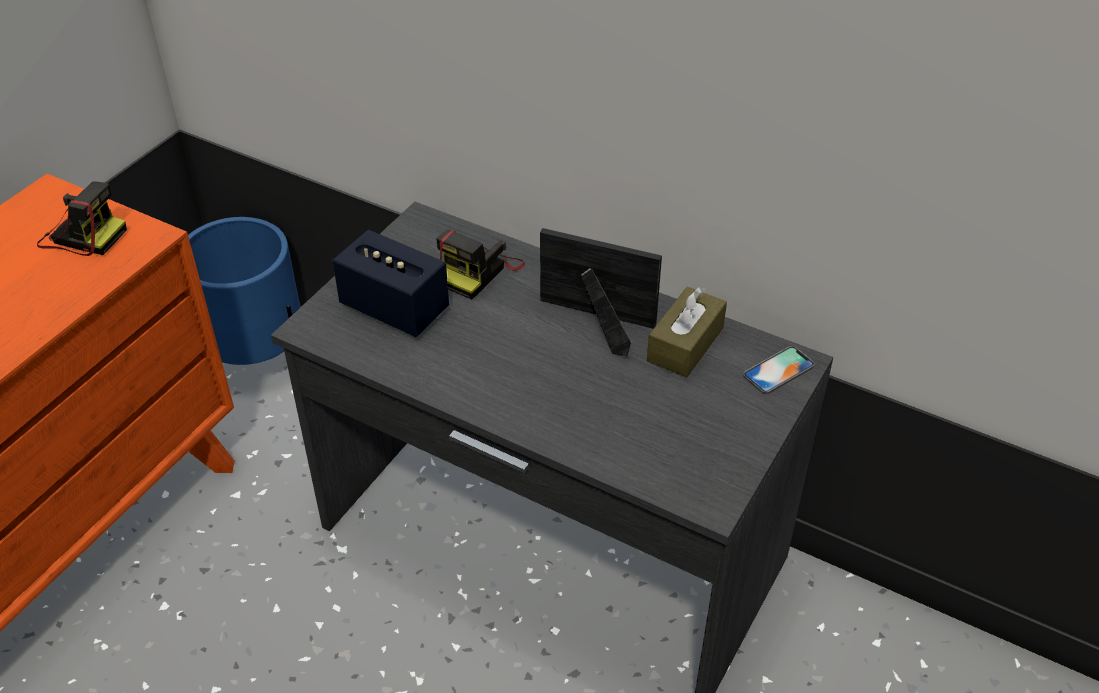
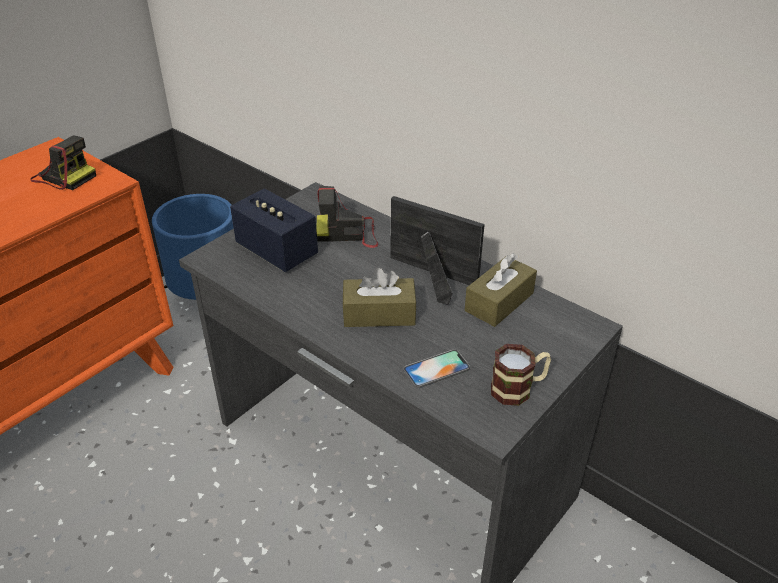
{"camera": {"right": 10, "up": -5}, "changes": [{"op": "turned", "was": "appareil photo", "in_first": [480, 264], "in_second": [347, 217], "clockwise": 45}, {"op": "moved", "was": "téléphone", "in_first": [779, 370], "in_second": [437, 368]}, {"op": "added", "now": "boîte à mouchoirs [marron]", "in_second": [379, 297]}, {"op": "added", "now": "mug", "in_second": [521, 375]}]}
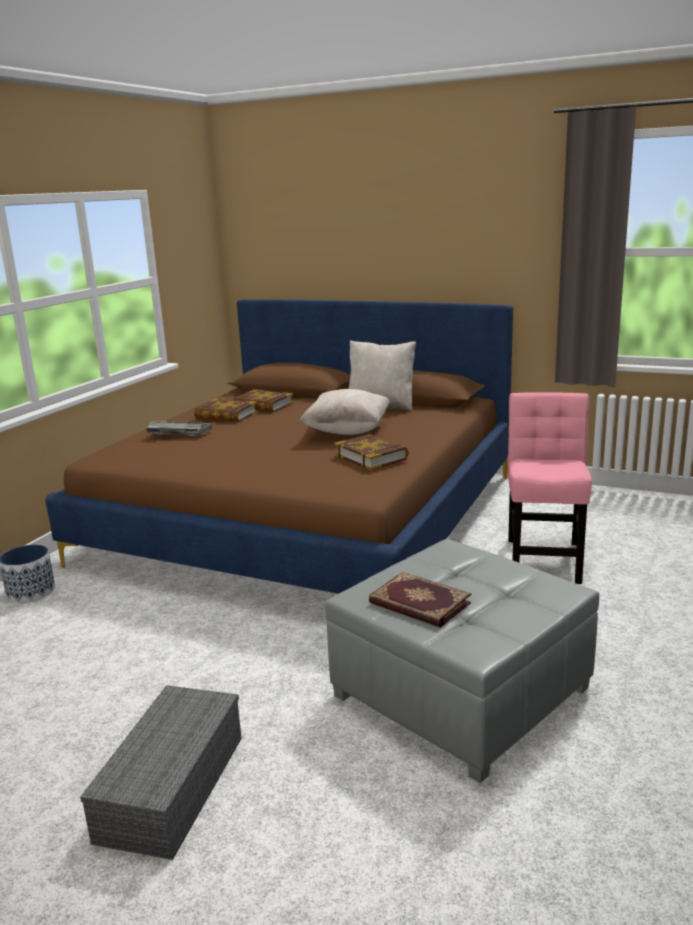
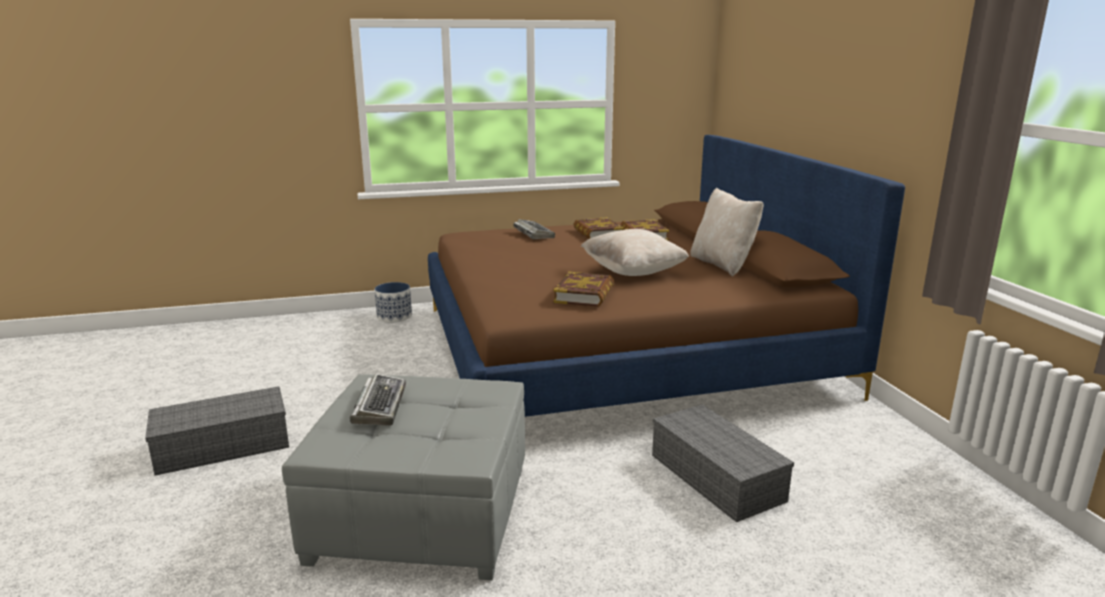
{"camera": {"right": 50, "up": 0}, "changes": [{"op": "replaced", "was": "livre", "now": "clavier", "in_first": [420, 600], "in_second": [378, 400]}, {"op": "replaced", "was": "chaise [rose]", "now": "boîte de rangement [gris]", "in_first": [550, 488], "in_second": [723, 463]}]}
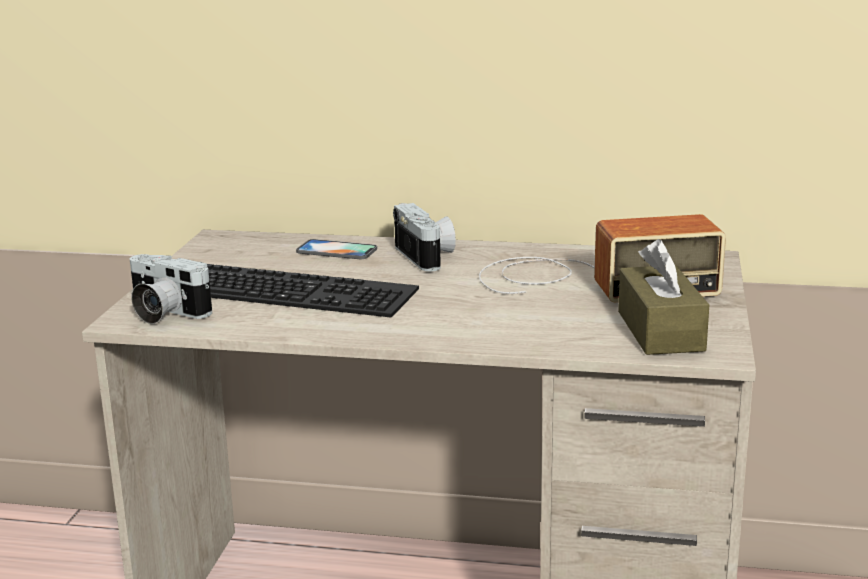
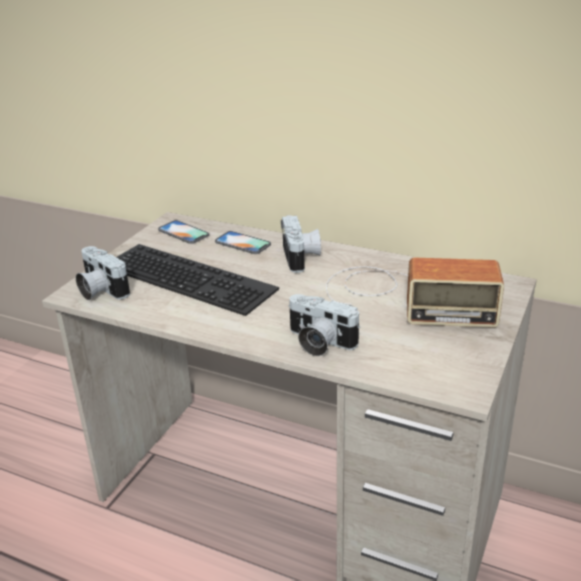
{"camera": {"right": 15, "up": 10}, "changes": [{"op": "removed", "was": "boîte à mouchoirs [marron]", "in_first": [663, 297]}, {"op": "added", "now": "téléphone", "in_second": [183, 232]}, {"op": "added", "now": "appareil photo", "in_second": [324, 325]}]}
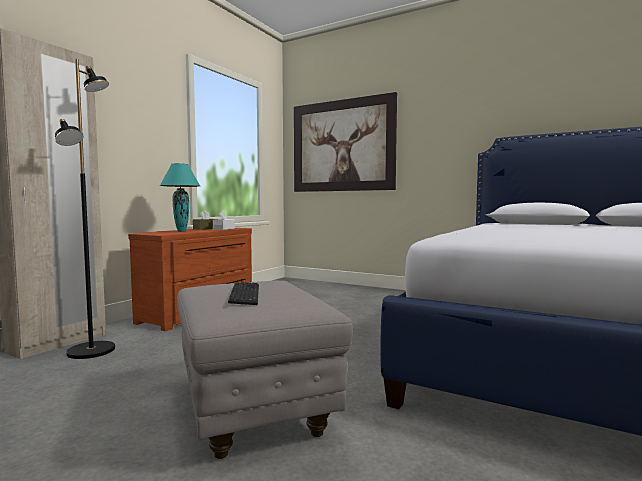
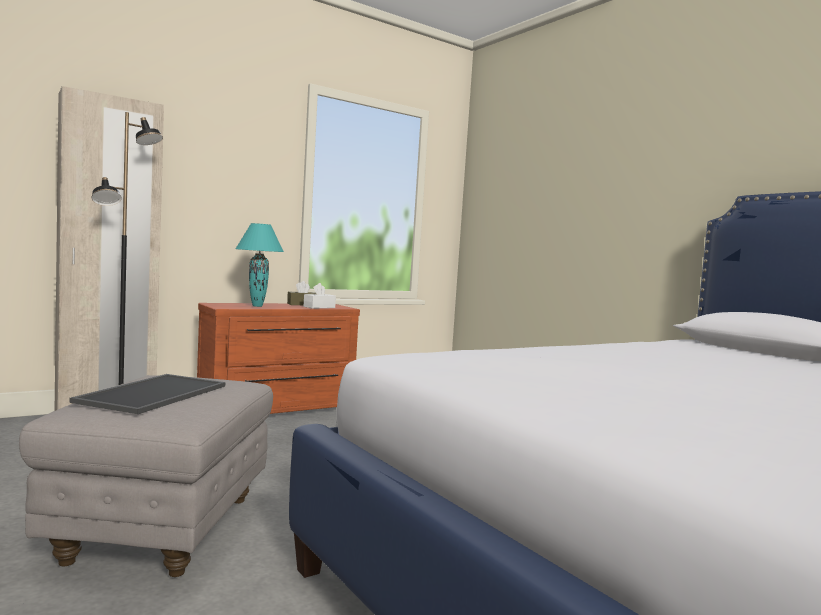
{"camera": {"right": 25, "up": 0}, "changes": [{"op": "replaced", "was": "clavier", "now": "plateau", "in_first": [243, 293], "in_second": [147, 394]}, {"op": "removed", "was": "tableau", "in_first": [345, 142]}]}
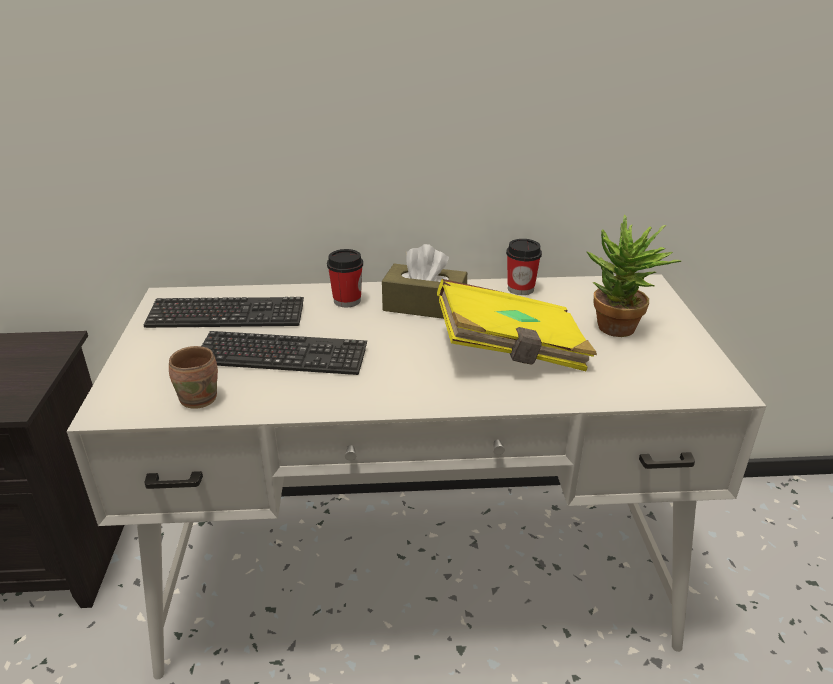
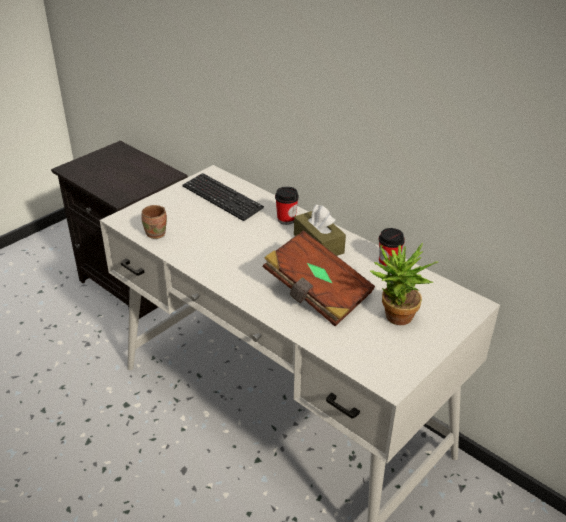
{"camera": {"right": 45, "up": 5}, "changes": [{"op": "removed", "was": "clavier", "in_first": [284, 353]}, {"op": "recoloured", "was": "livre [jaune]", "now": "livre [marron]", "in_first": [517, 325], "in_second": [319, 278]}]}
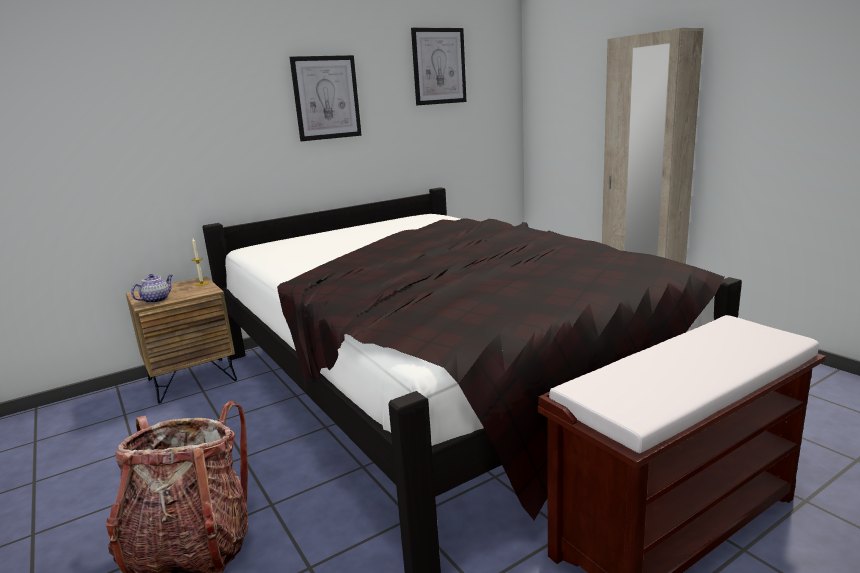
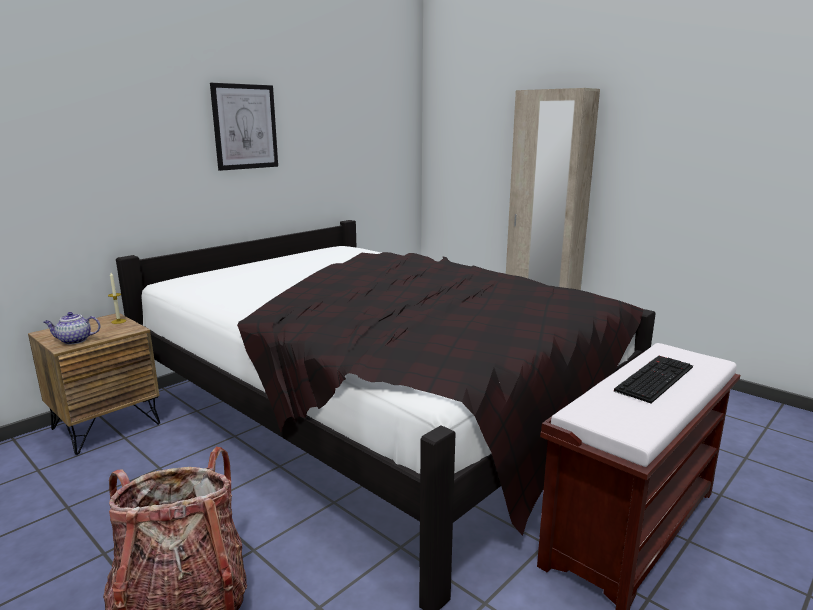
{"camera": {"right": -15, "up": 0}, "changes": [{"op": "turned", "was": "théière", "in_first": [152, 288], "in_second": [72, 328], "clockwise": -120}, {"op": "removed", "was": "tableau", "in_first": [438, 66]}, {"op": "added", "now": "clavier", "in_second": [653, 379]}]}
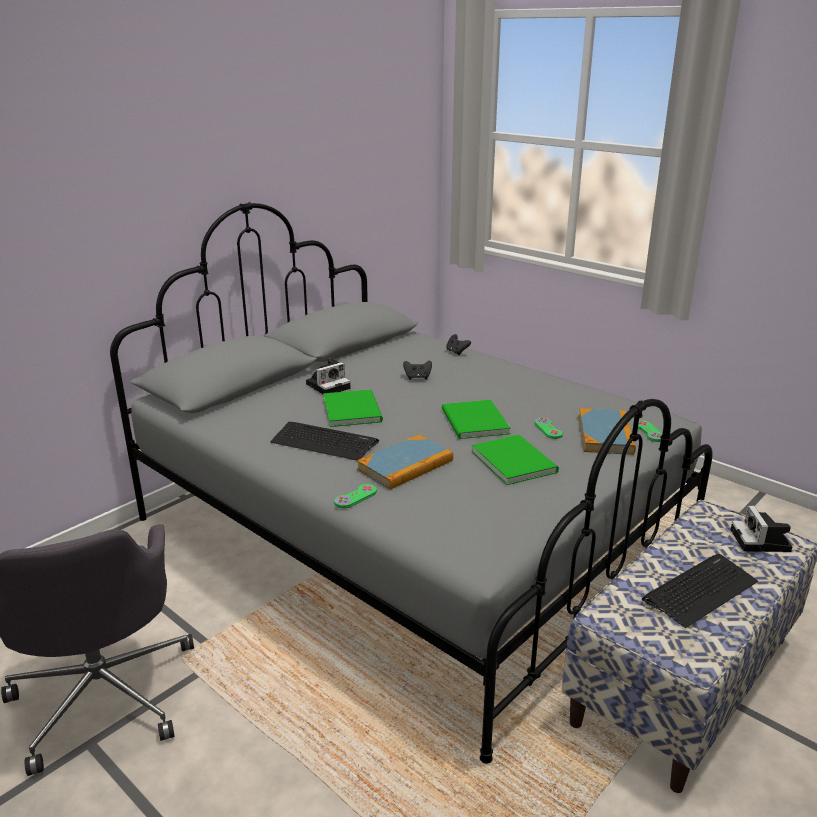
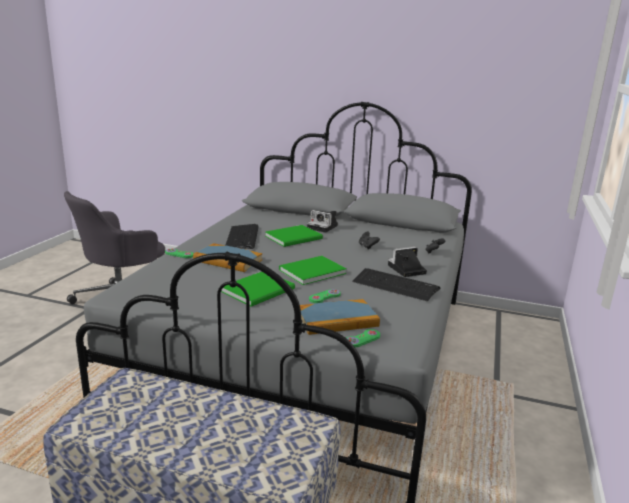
{"camera": {"right": 65, "up": -5}, "changes": [{"op": "moved", "was": "clavier", "in_first": [700, 591], "in_second": [397, 284]}, {"op": "moved", "was": "appareil photo", "in_first": [761, 529], "in_second": [407, 262]}]}
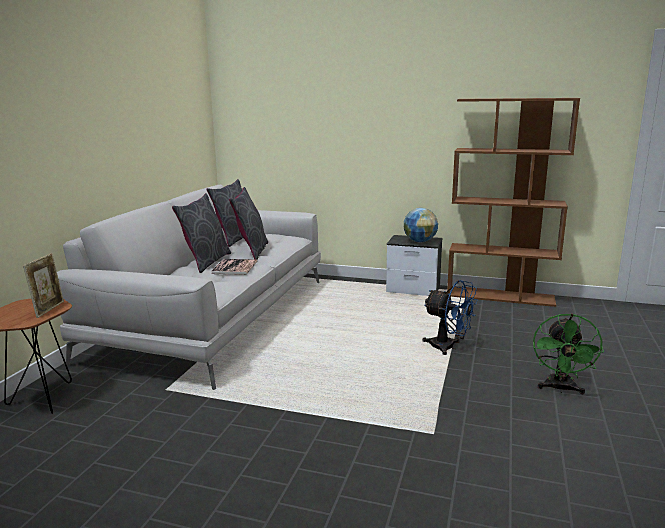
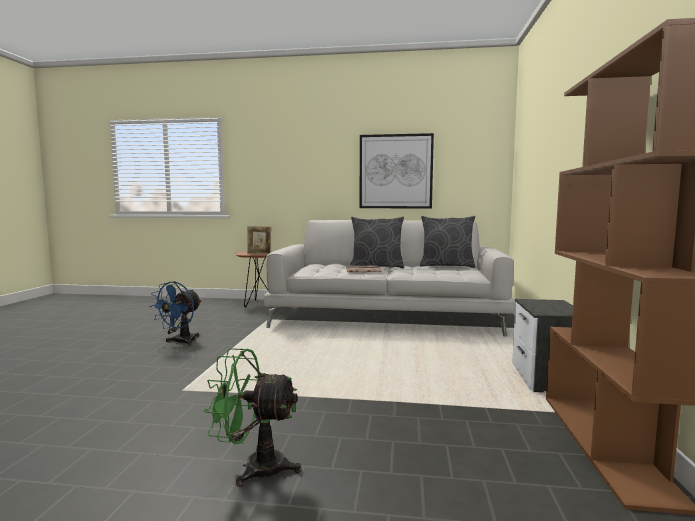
{"camera": {"right": 80, "up": -10}, "changes": [{"op": "removed", "was": "coussin [gris]", "in_first": [248, 223]}, {"op": "removed", "was": "globe", "in_first": [421, 225]}, {"op": "moved", "was": "ventilateur [bleu]", "in_first": [450, 317], "in_second": [175, 313]}, {"op": "added", "now": "tableau", "in_second": [397, 170]}]}
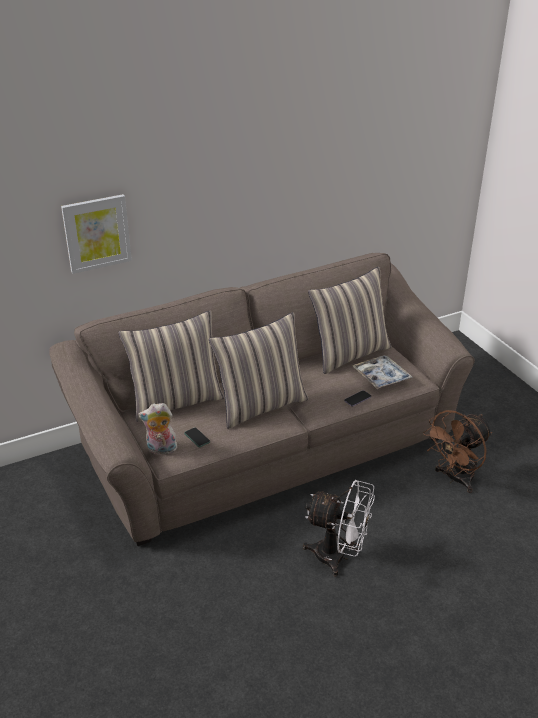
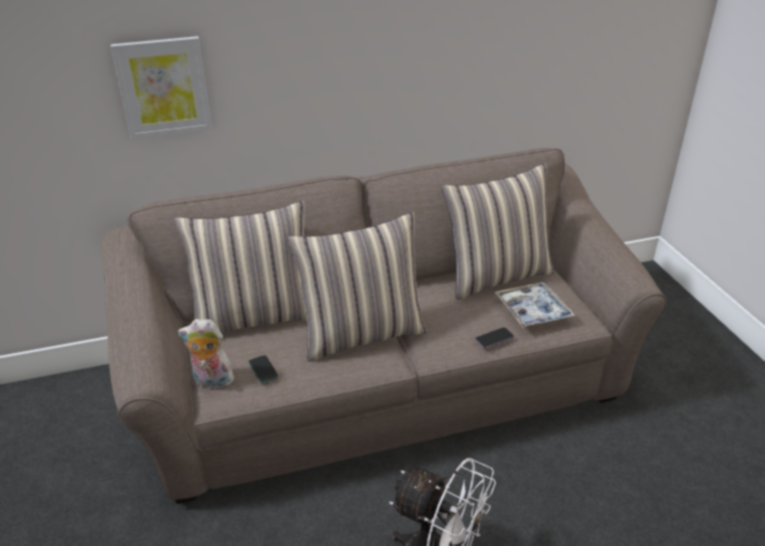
{"camera": {"right": 10, "up": 0}, "changes": [{"op": "removed", "was": "ventilateur [marron]", "in_first": [457, 451]}]}
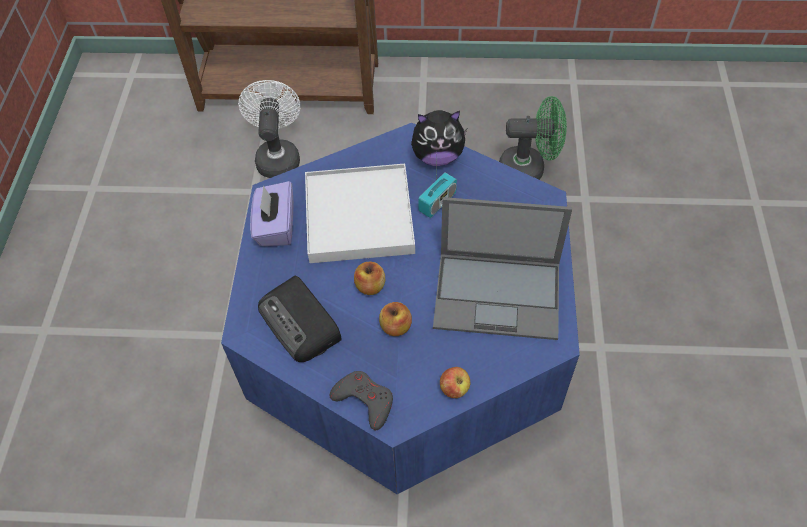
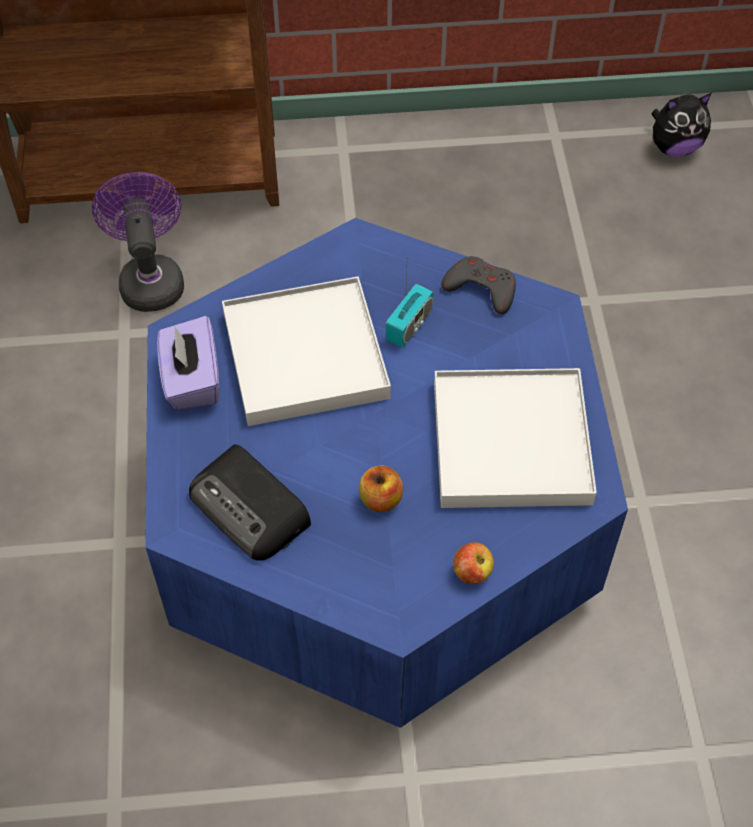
{"camera": {"right": -10, "up": 0}, "changes": [{"op": "recoloured", "was": "ventilateur [blanc]", "now": "ventilateur [violet]", "in_first": [269, 129], "in_second": [138, 242]}, {"op": "moved", "was": "manette [gris]", "in_first": [361, 400], "in_second": [478, 285]}, {"op": "removed", "was": "pomme", "in_first": [369, 278]}, {"op": "moved", "was": "peluche", "in_first": [439, 138], "in_second": [681, 125]}, {"op": "replaced", "was": "ordinateur portable", "now": "plateau [blanc]", "in_first": [502, 268], "in_second": [515, 438]}, {"op": "removed", "was": "ventilateur [vert]", "in_first": [533, 138]}]}
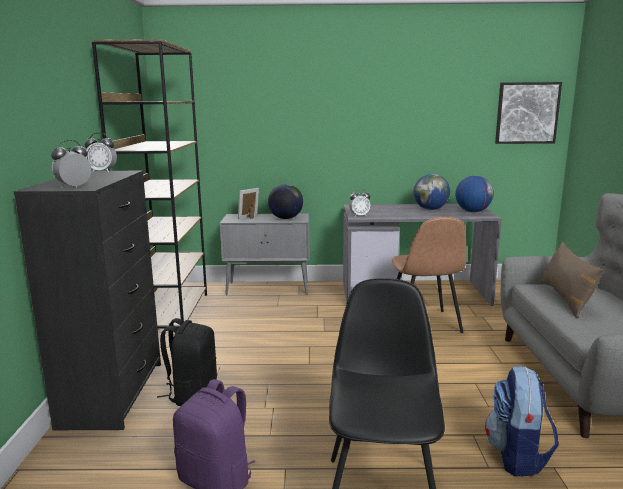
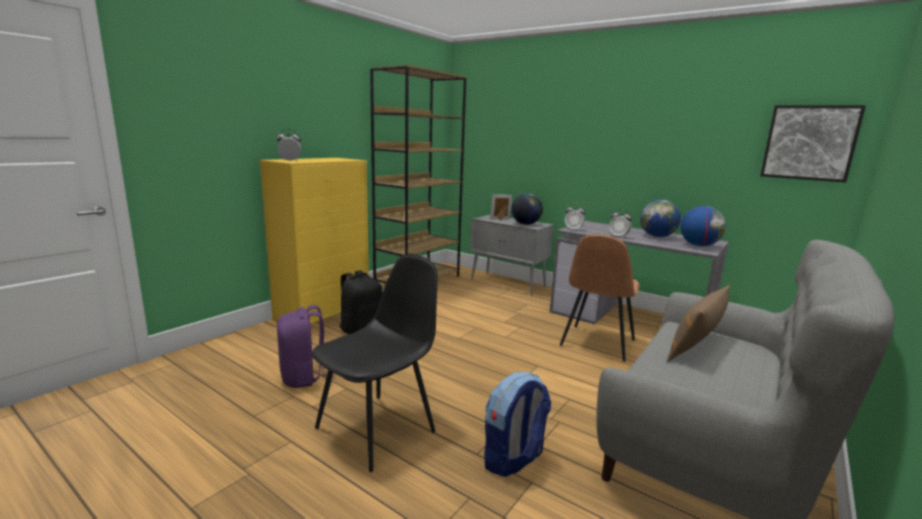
{"camera": {"right": 35, "up": 0}, "changes": [{"op": "recoloured", "was": "commode [noir]", "now": "commode [jaune]", "in_first": [87, 300], "in_second": [314, 241]}, {"op": "moved", "was": "réveil", "in_first": [101, 153], "in_second": [620, 223]}]}
